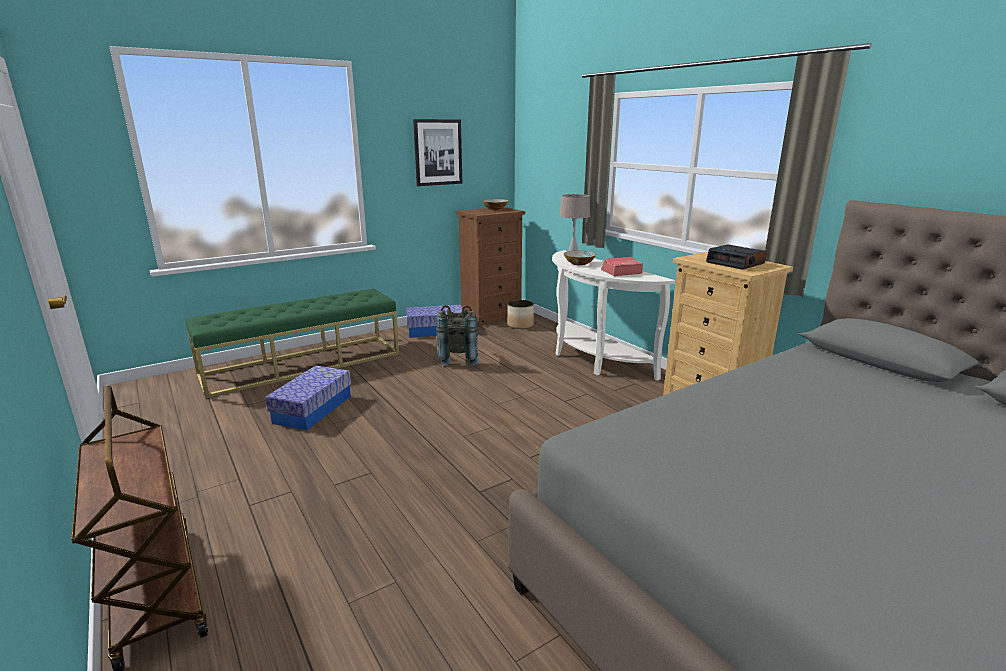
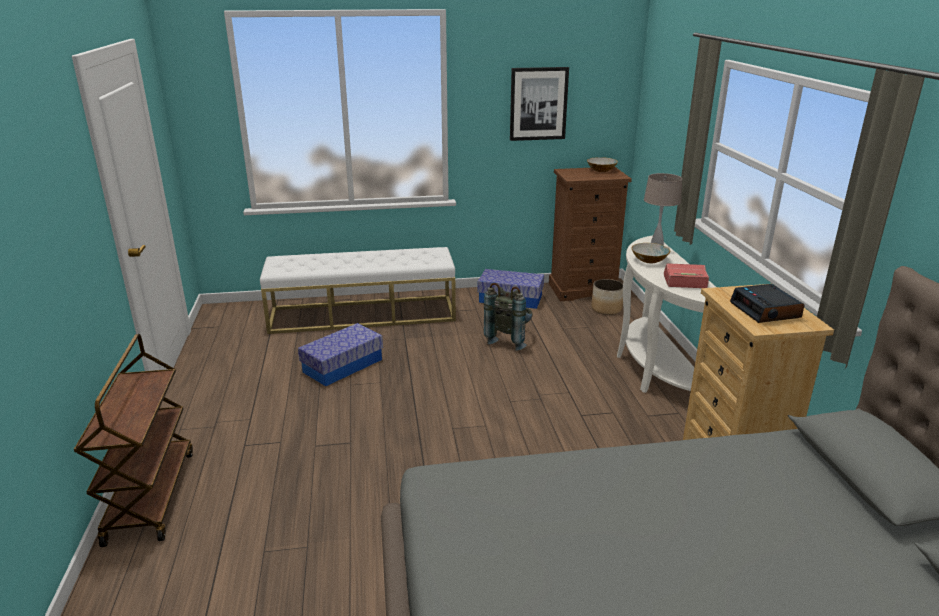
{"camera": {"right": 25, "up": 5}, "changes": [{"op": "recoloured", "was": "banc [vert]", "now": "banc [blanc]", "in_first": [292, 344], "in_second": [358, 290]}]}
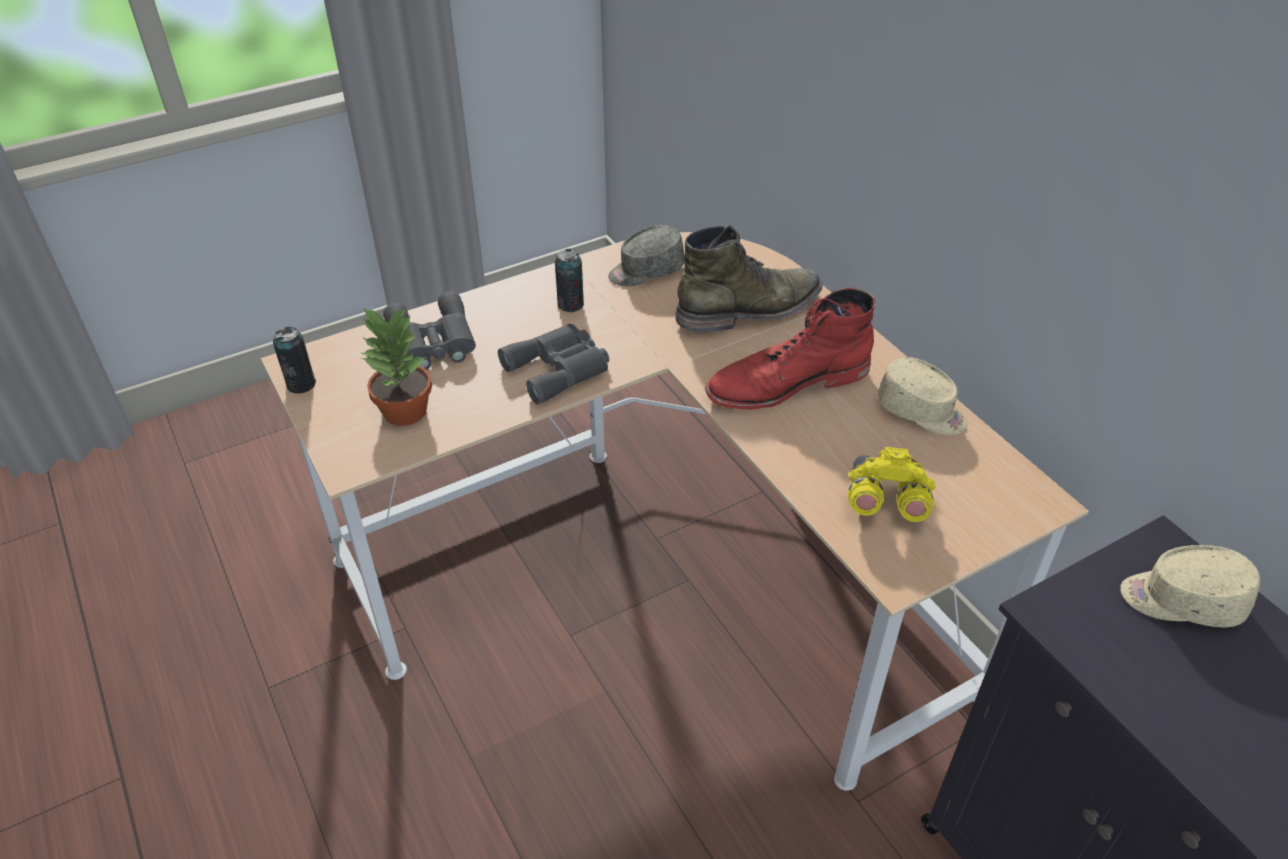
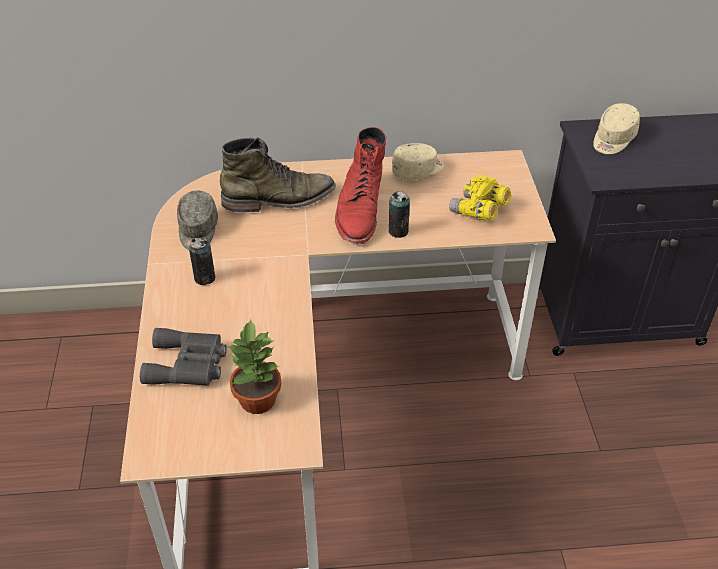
{"camera": {"right": -65, "up": 0}, "changes": [{"op": "moved", "was": "boîte métallique", "in_first": [294, 360], "in_second": [399, 214]}, {"op": "removed", "was": "jumelles [gris]", "in_first": [553, 364]}, {"op": "turned", "was": "botte [vert]", "in_first": [749, 278], "in_second": [278, 174], "clockwise": 75}]}
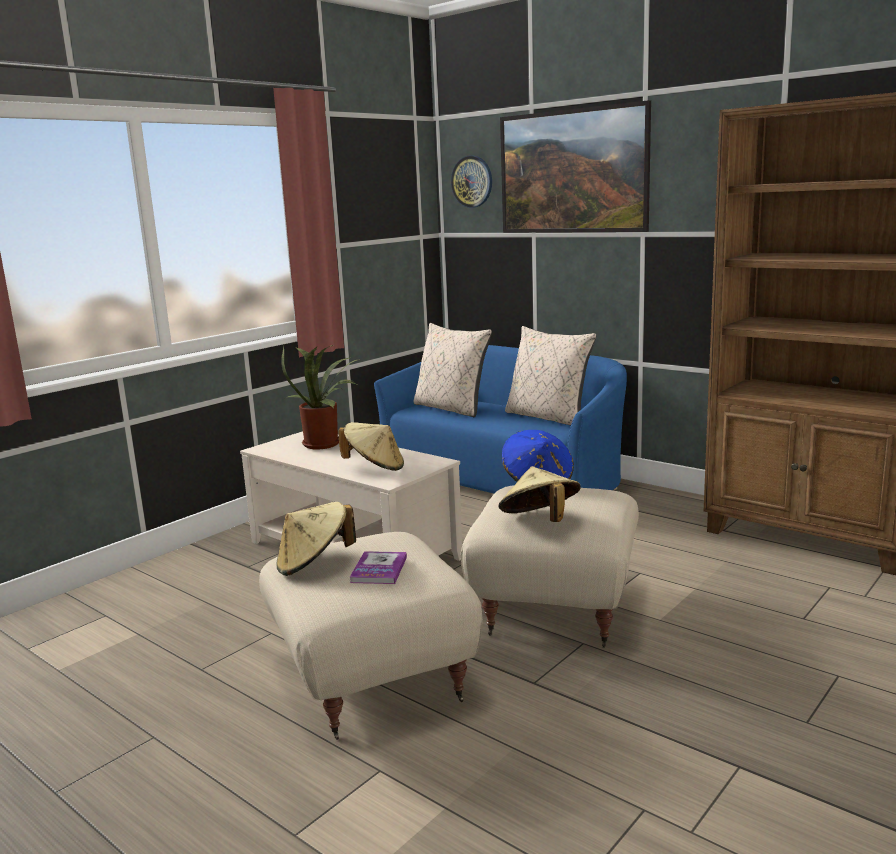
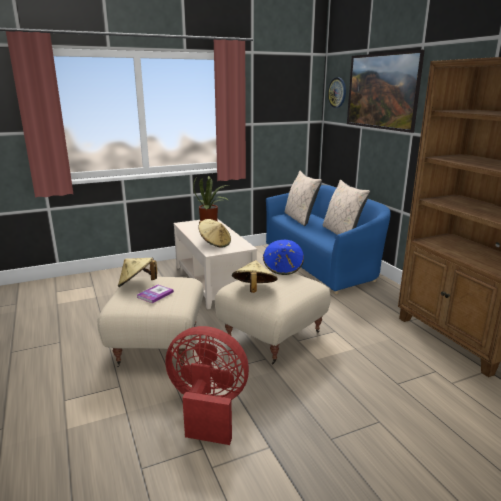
{"camera": {"right": 25, "up": 5}, "changes": [{"op": "added", "now": "ventilateur [rouge]", "in_second": [207, 385]}]}
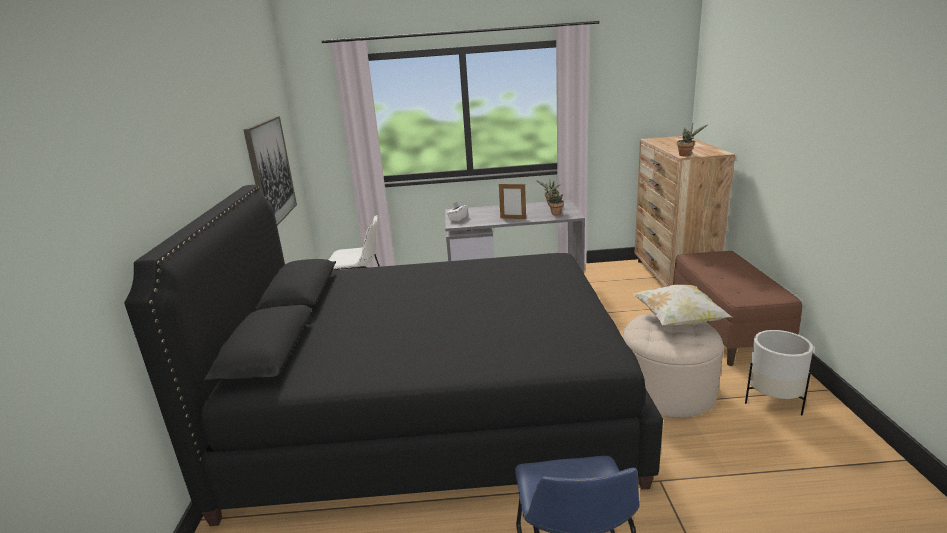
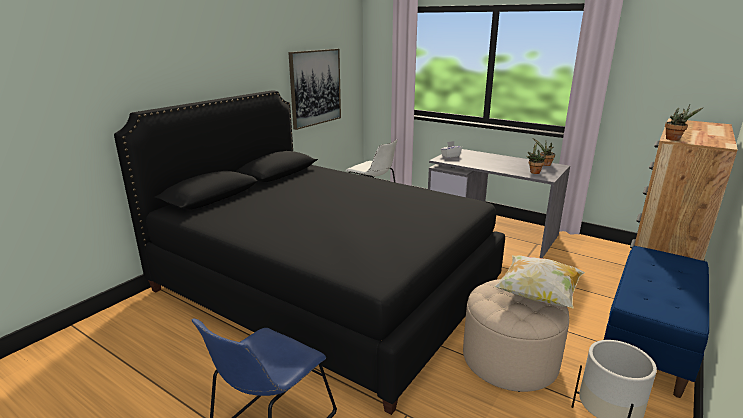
{"camera": {"right": 35, "up": 0}, "changes": [{"op": "removed", "was": "cadre photo", "in_first": [512, 201]}, {"op": "recoloured", "was": "banc [marron]", "now": "banc [bleu]", "in_first": [737, 308], "in_second": [656, 322]}]}
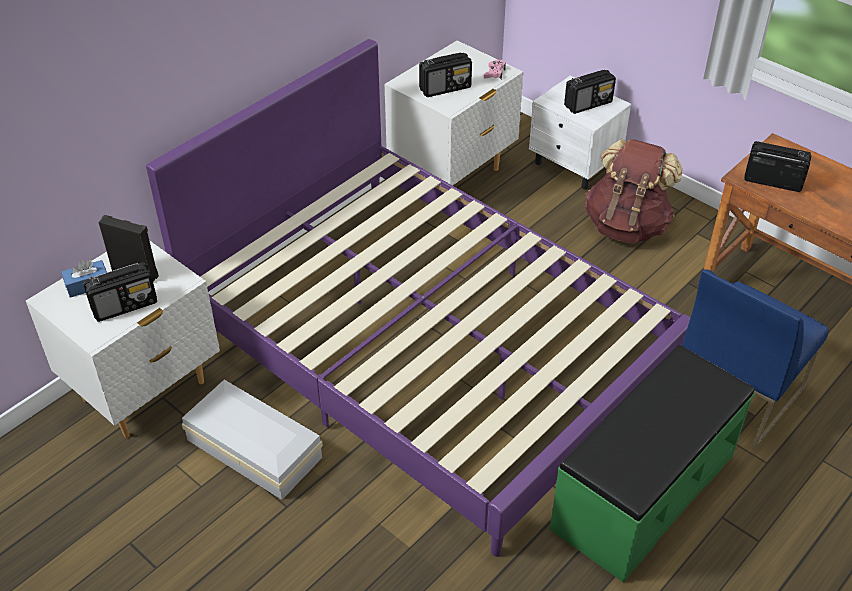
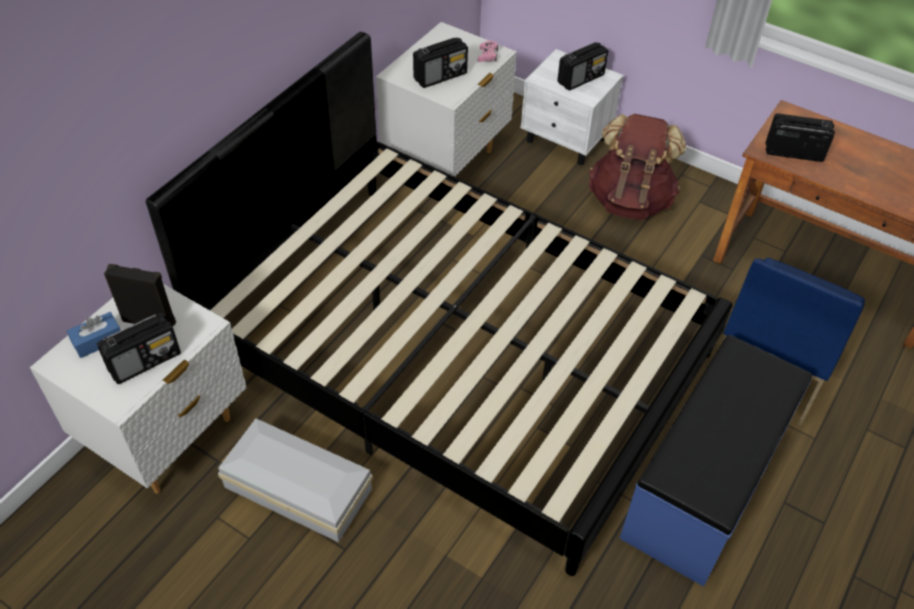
{"camera": {"right": -10, "up": 5}, "changes": [{"op": "recoloured", "was": "lit [violet]", "now": "lit [noir]", "in_first": [418, 298], "in_second": [439, 304]}, {"op": "recoloured", "was": "banc [vert]", "now": "banc [bleu]", "in_first": [652, 464], "in_second": [715, 461]}]}
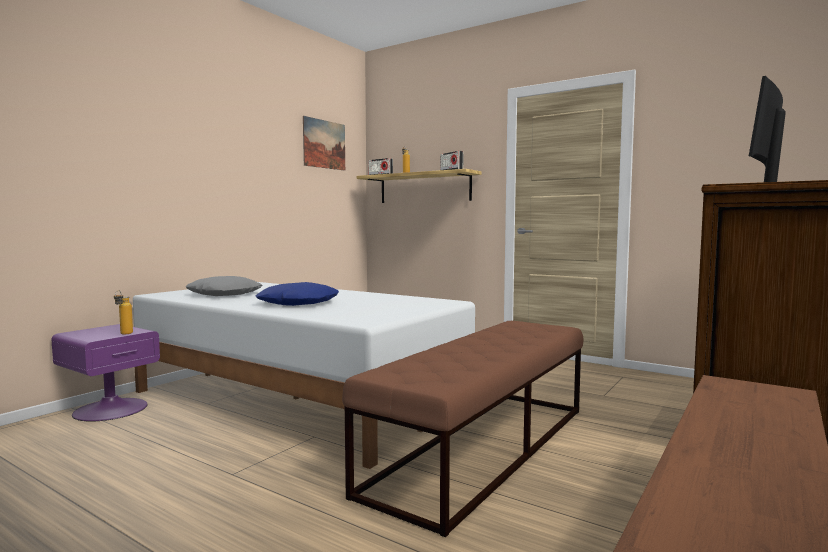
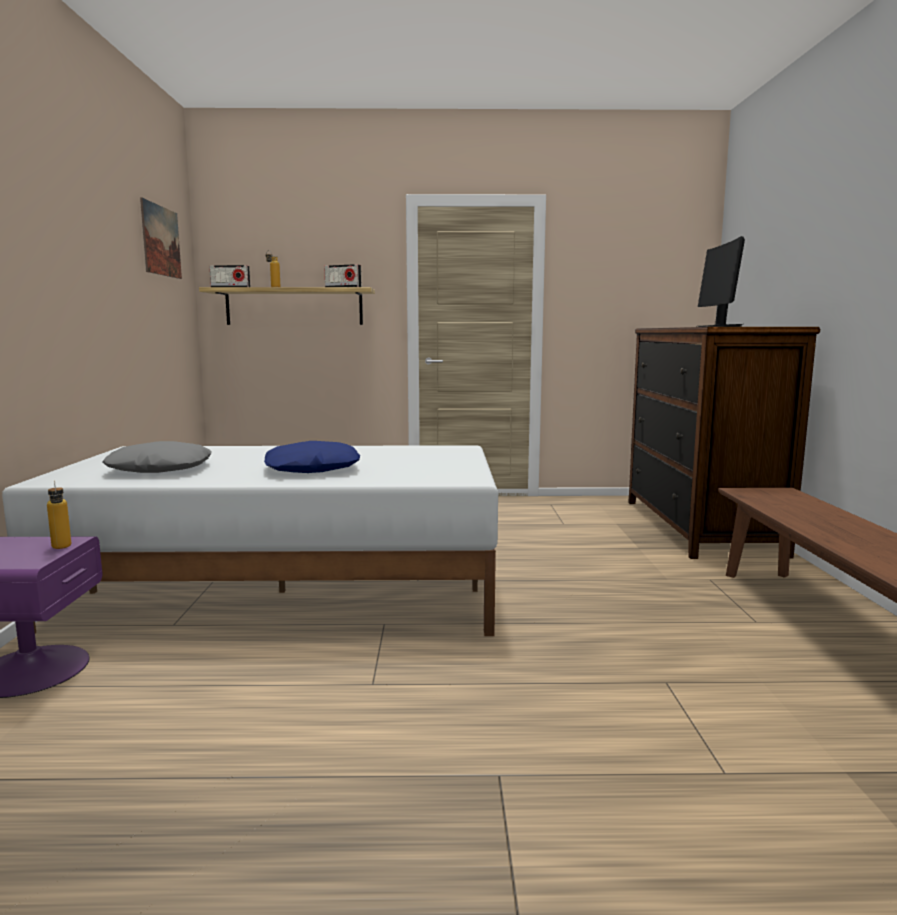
{"camera": {"right": -35, "up": 5}, "changes": [{"op": "removed", "was": "banc [marron]", "in_first": [462, 429]}]}
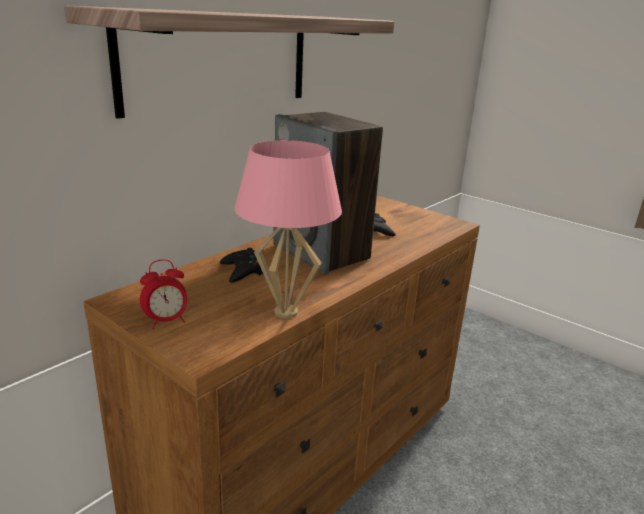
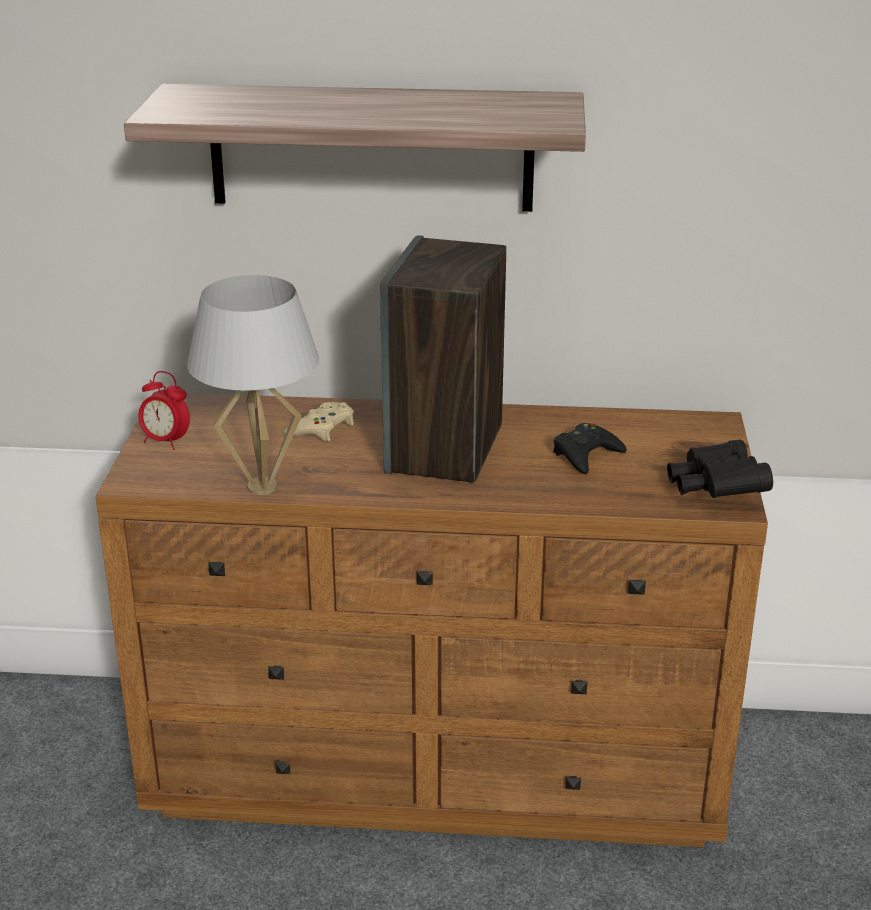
{"camera": {"right": 55, "up": 5}, "changes": [{"op": "recoloured", "was": "manette [noir]", "now": "manette [beige]", "in_first": [241, 265], "in_second": [318, 421]}, {"op": "recoloured", "was": "lampe de table [rose]", "now": "lampe de table [blanc]", "in_first": [288, 229], "in_second": [253, 385]}, {"op": "added", "now": "jumelles [noir]", "in_second": [720, 468]}]}
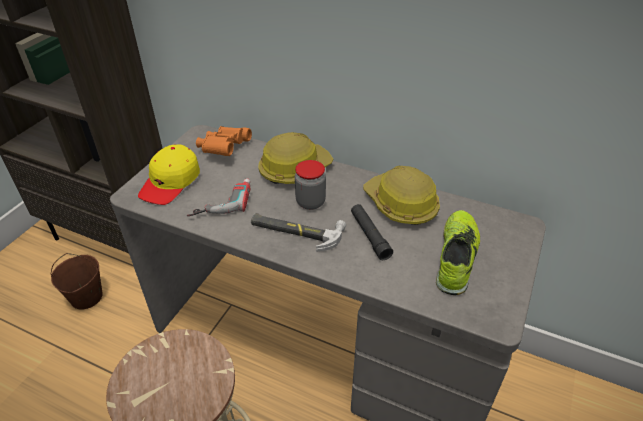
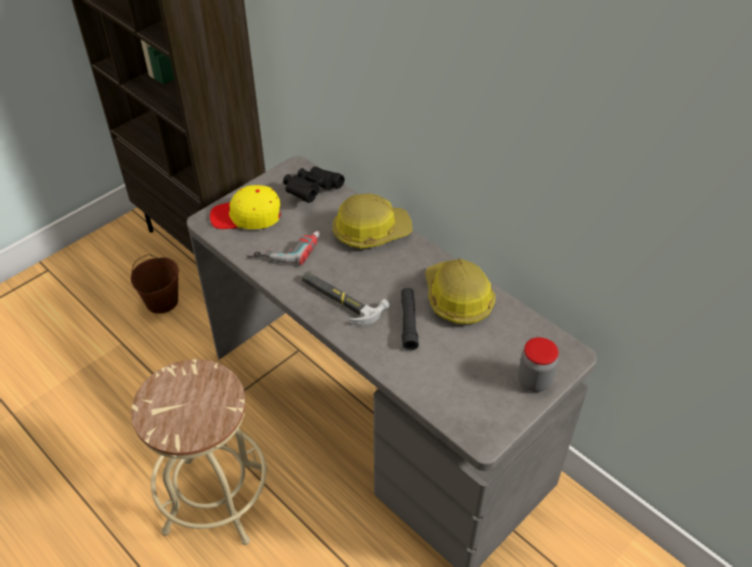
{"camera": {"right": 20, "up": 5}, "changes": [{"op": "turned", "was": "casquette [jaune]", "in_first": [169, 175], "in_second": [245, 207], "clockwise": 45}, {"op": "recoloured", "was": "jumelles [orange]", "now": "jumelles [noir]", "in_first": [224, 141], "in_second": [314, 184]}, {"op": "moved", "was": "bocal", "in_first": [310, 185], "in_second": [538, 364]}, {"op": "removed", "was": "chaussure", "in_first": [458, 252]}]}
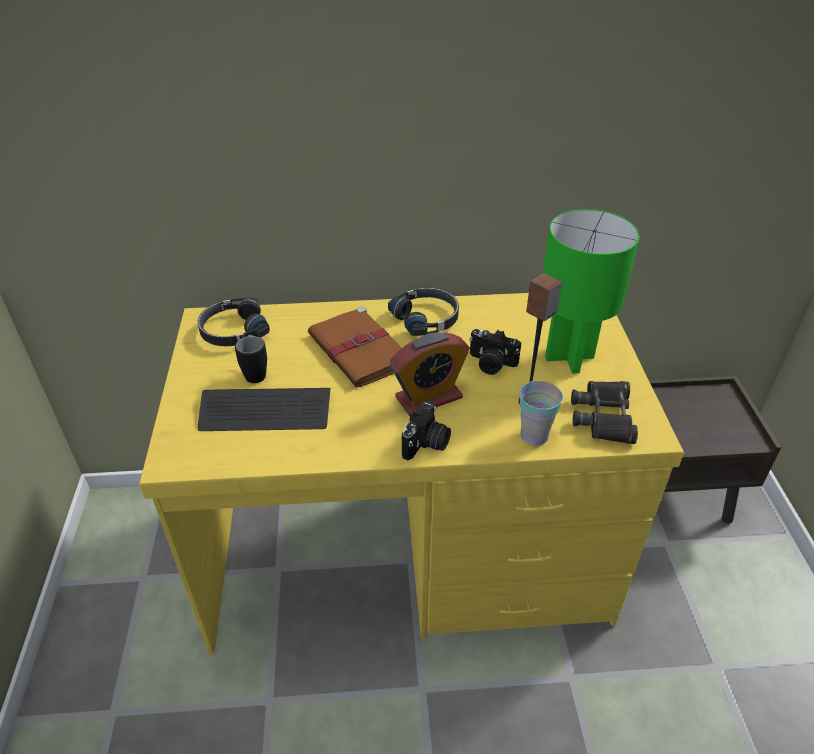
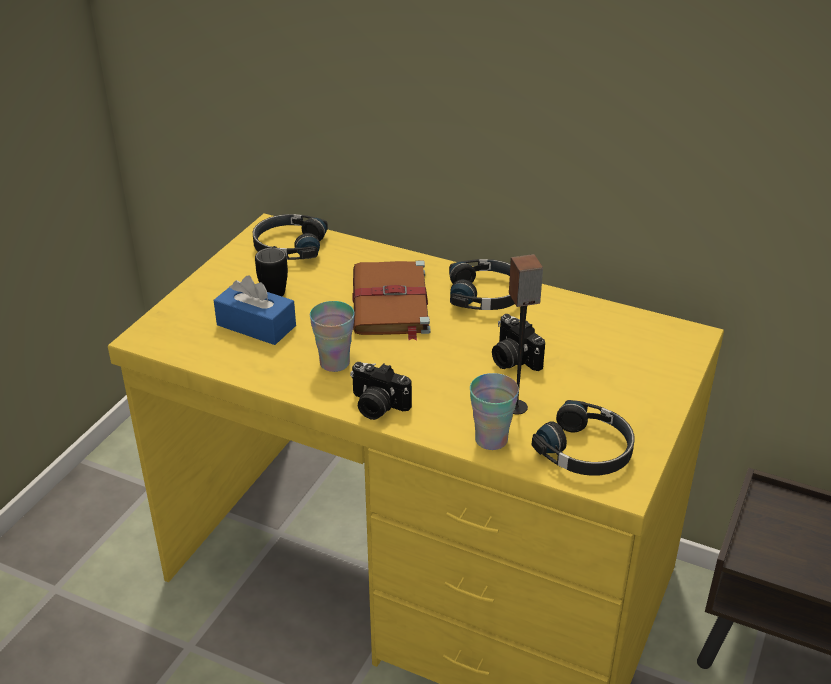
{"camera": {"right": 30, "up": -5}, "changes": [{"op": "replaced", "was": "clavier", "now": "boîte à mouchoirs [bleu]", "in_first": [264, 409], "in_second": [255, 310]}, {"op": "removed", "was": "réveil", "in_first": [430, 374]}, {"op": "turned", "was": "appareil photo", "in_first": [426, 430], "in_second": [381, 391], "clockwise": 60}, {"op": "removed", "was": "lampe de table [vert]", "in_first": [591, 291]}, {"op": "replaced", "was": "jumelles [noir]", "now": "casque audio [noir]", "in_first": [604, 412], "in_second": [583, 438]}, {"op": "added", "now": "tasse", "in_second": [332, 336]}]}
